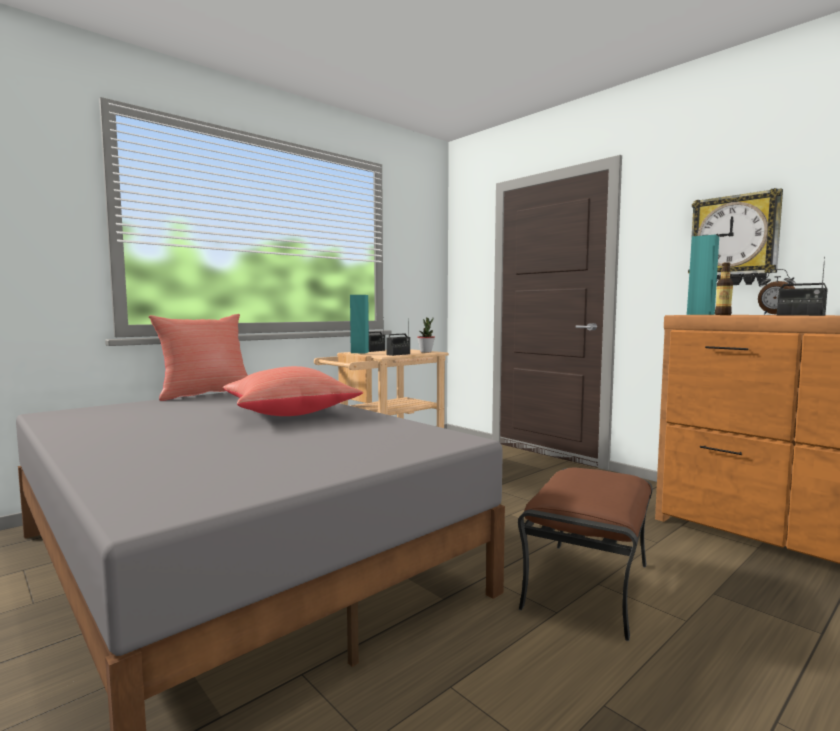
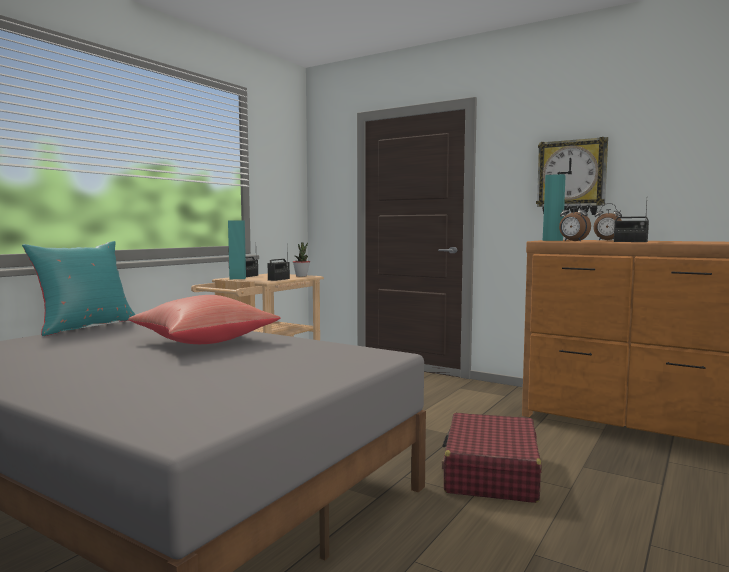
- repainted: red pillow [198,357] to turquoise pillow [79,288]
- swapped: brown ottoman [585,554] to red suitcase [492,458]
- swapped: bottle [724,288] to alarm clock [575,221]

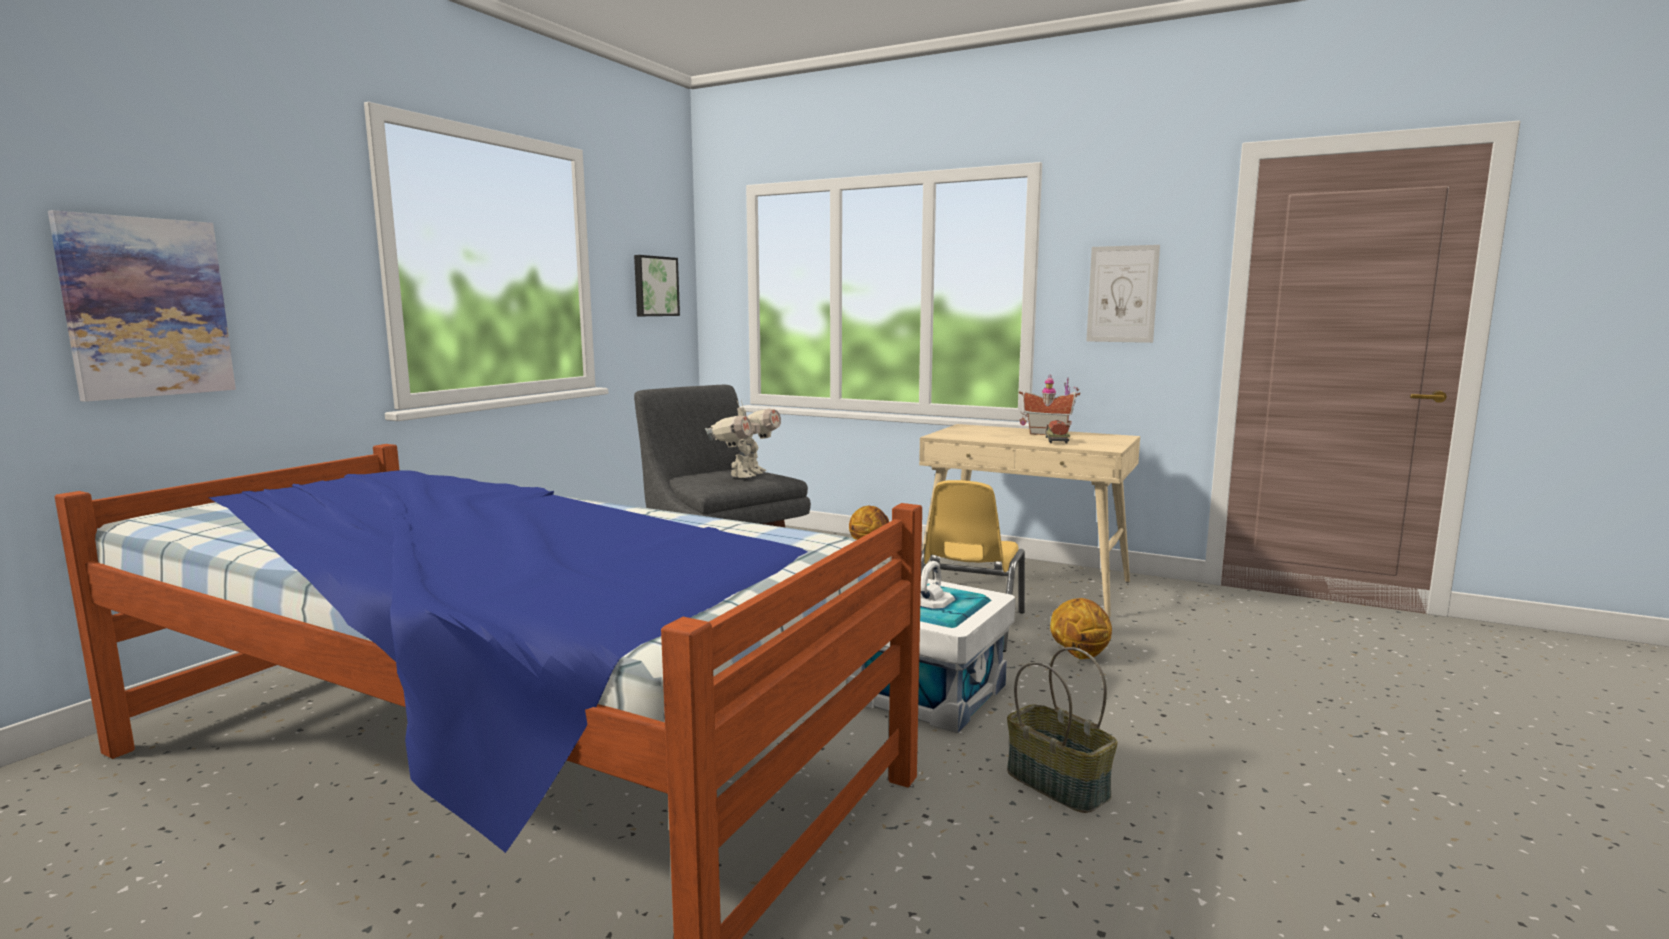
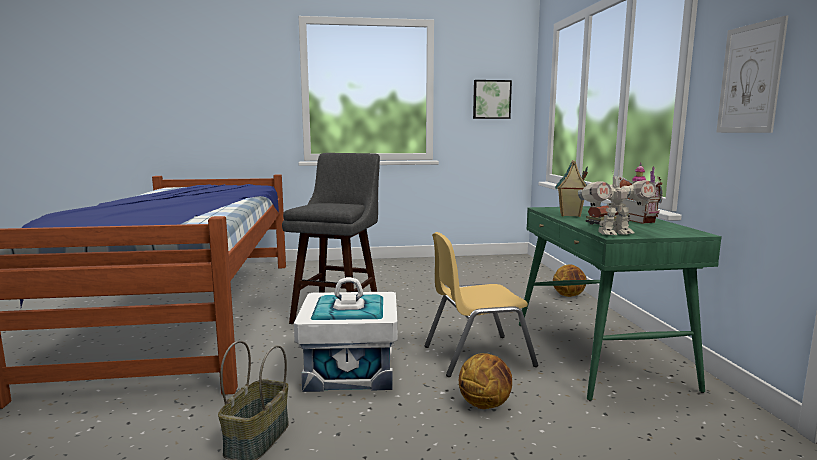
- repainted: beige desk [1029,521] to green desk [620,303]
- new: toy house [571,188]
- shifted: toy robot [743,439] to [617,202]
- gone: picture [142,306]

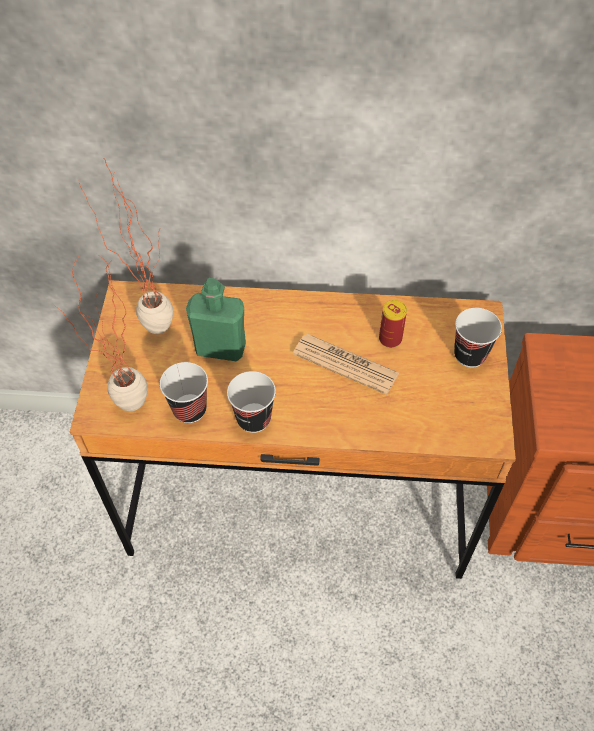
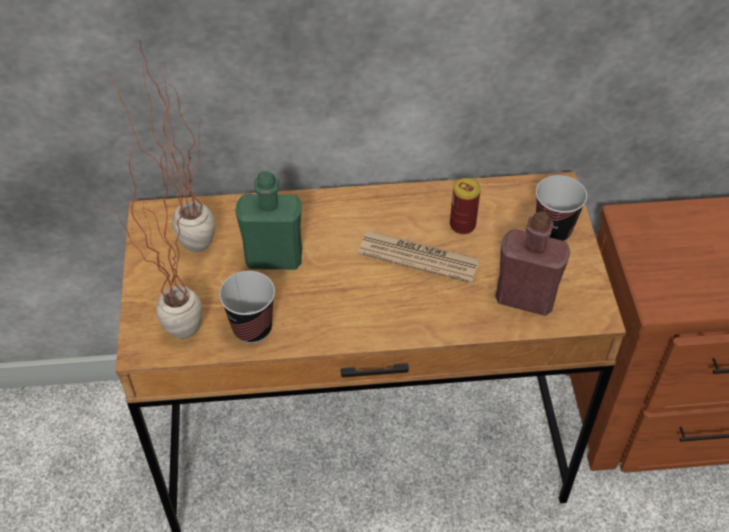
- new: red bottle [533,264]
- gone: cup [251,402]

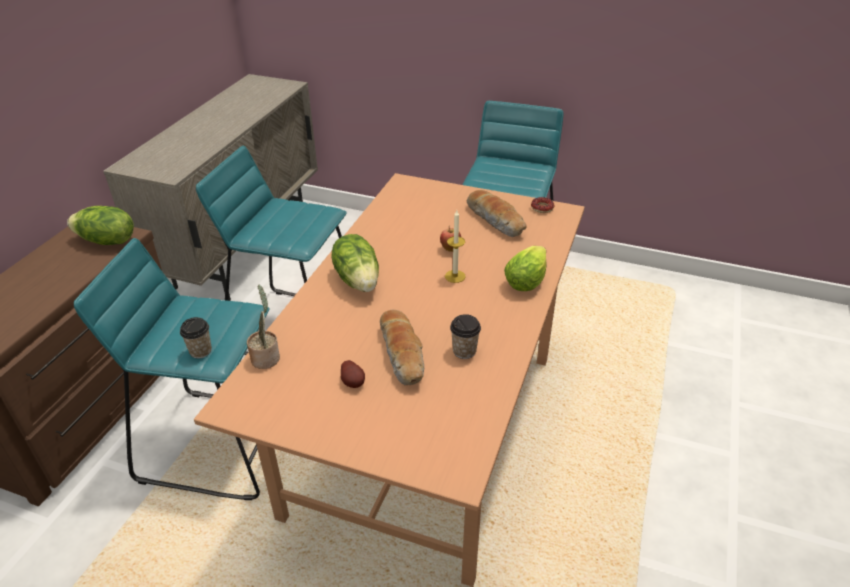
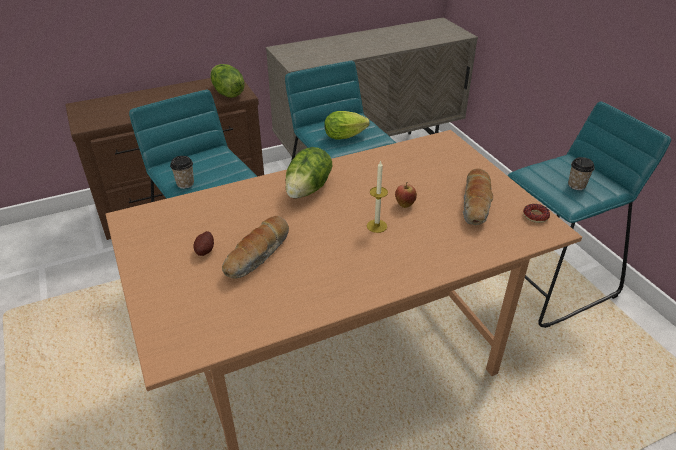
- shifted: lettuce [525,268] to [347,125]
- shifted: cup [465,336] to [581,173]
- gone: potted plant [263,327]

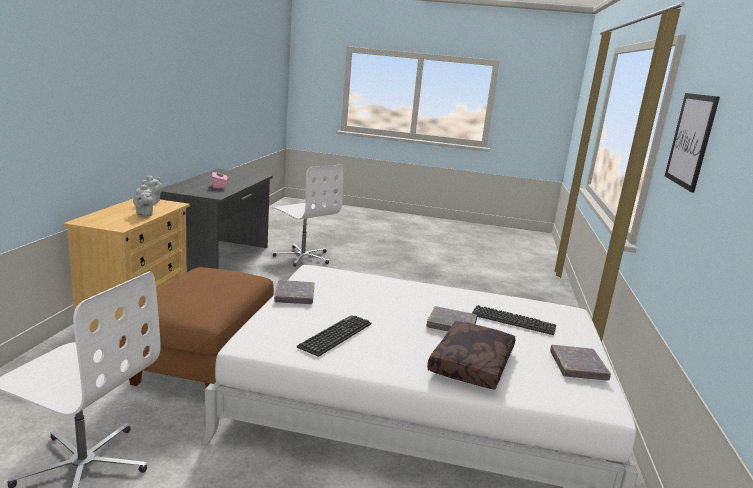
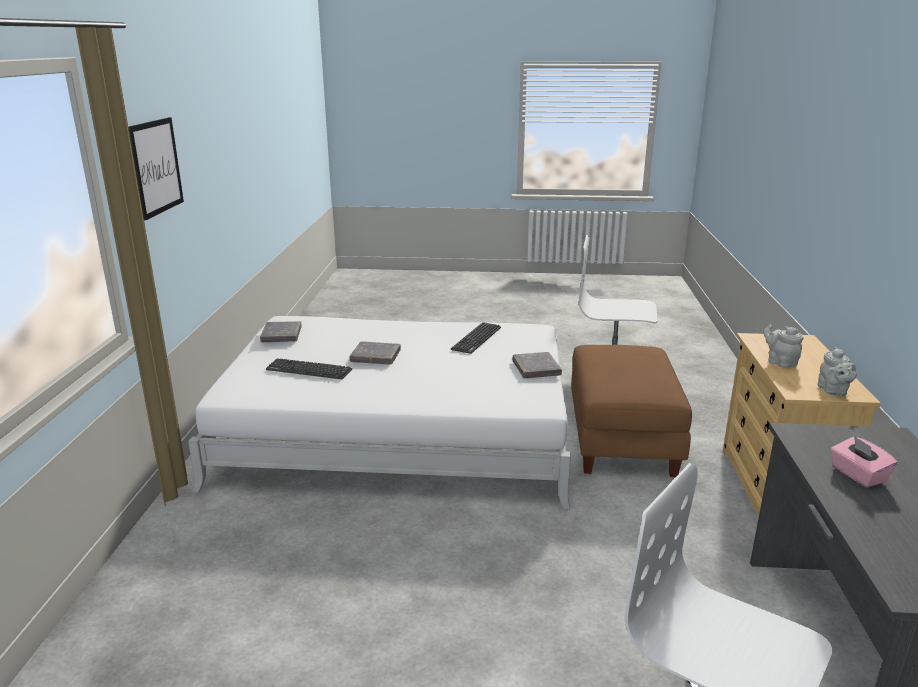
- gone: brown pillow [471,355]

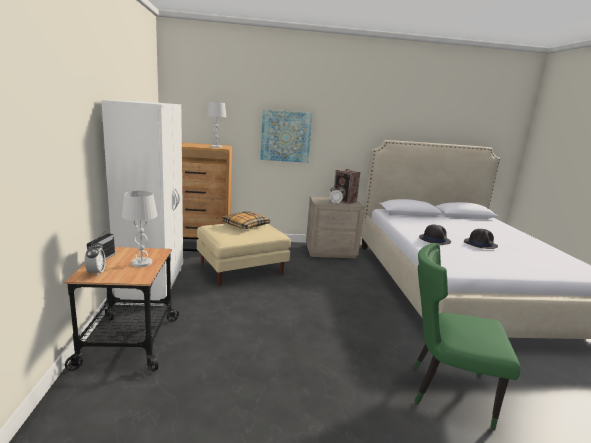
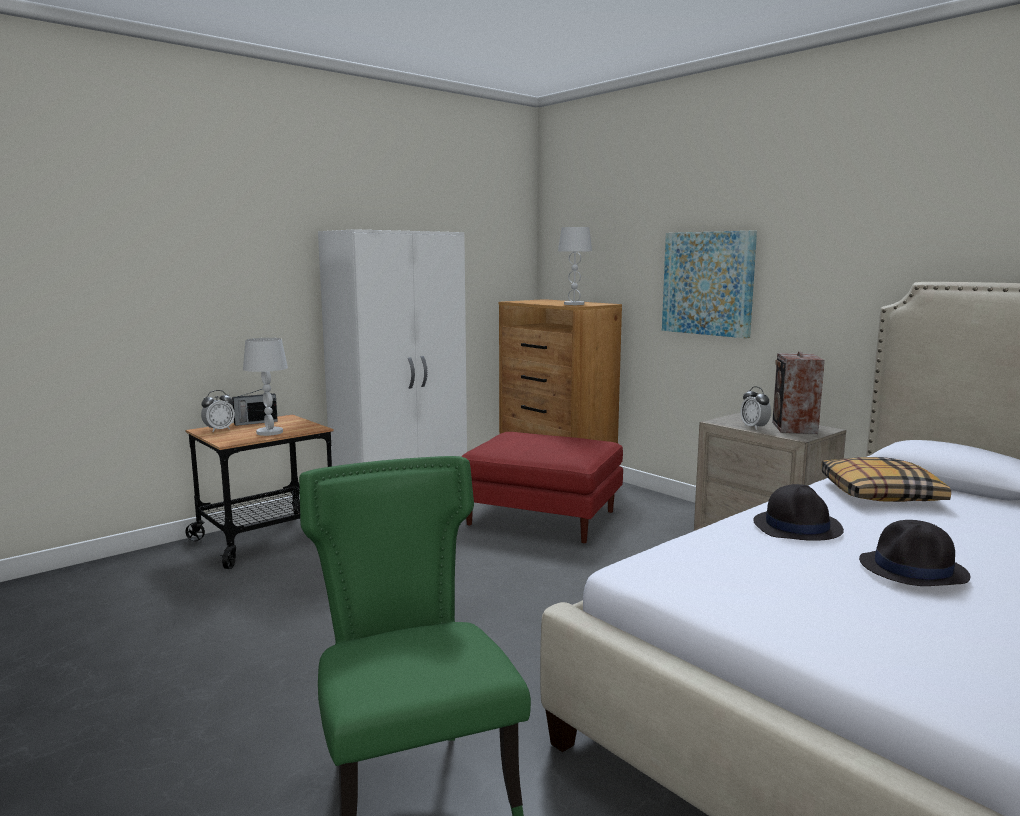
- repainted: beige ottoman [244,254] to red ottoman [542,487]
- shifted: pillow [246,220] to [886,479]

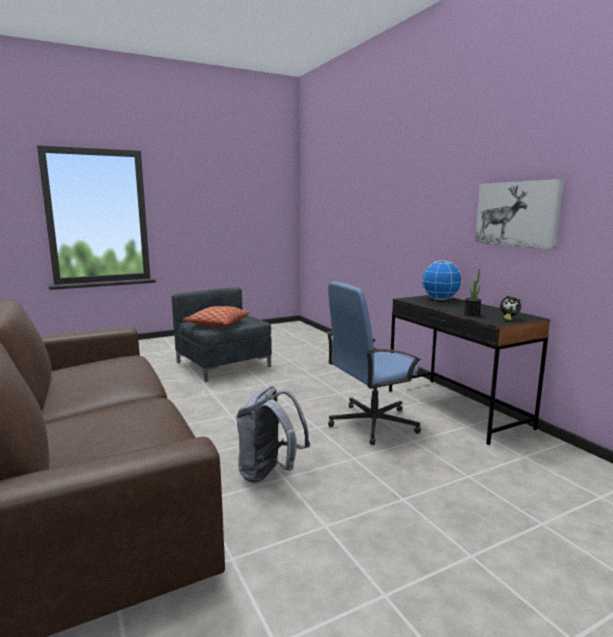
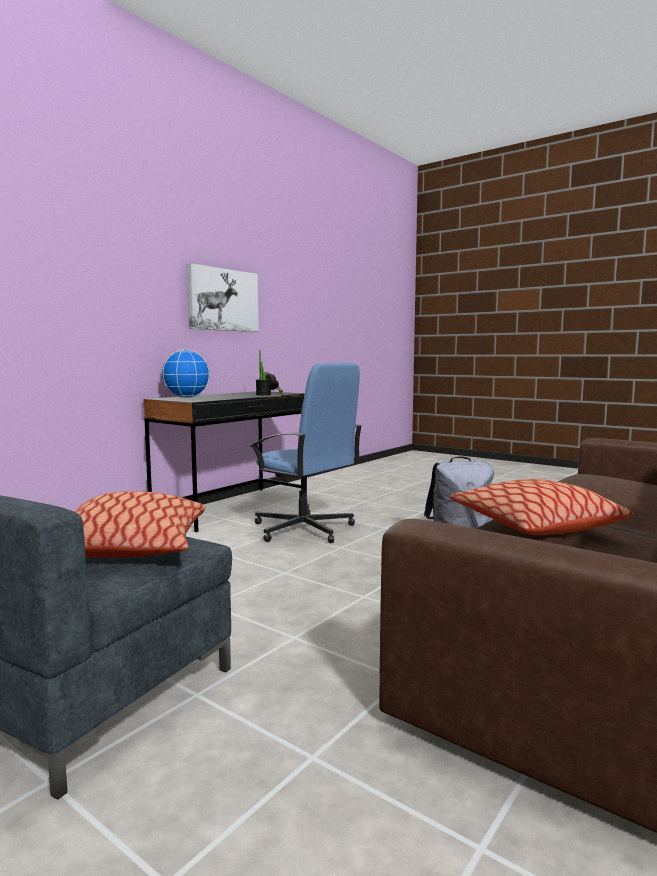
- new: pillow [542,507]

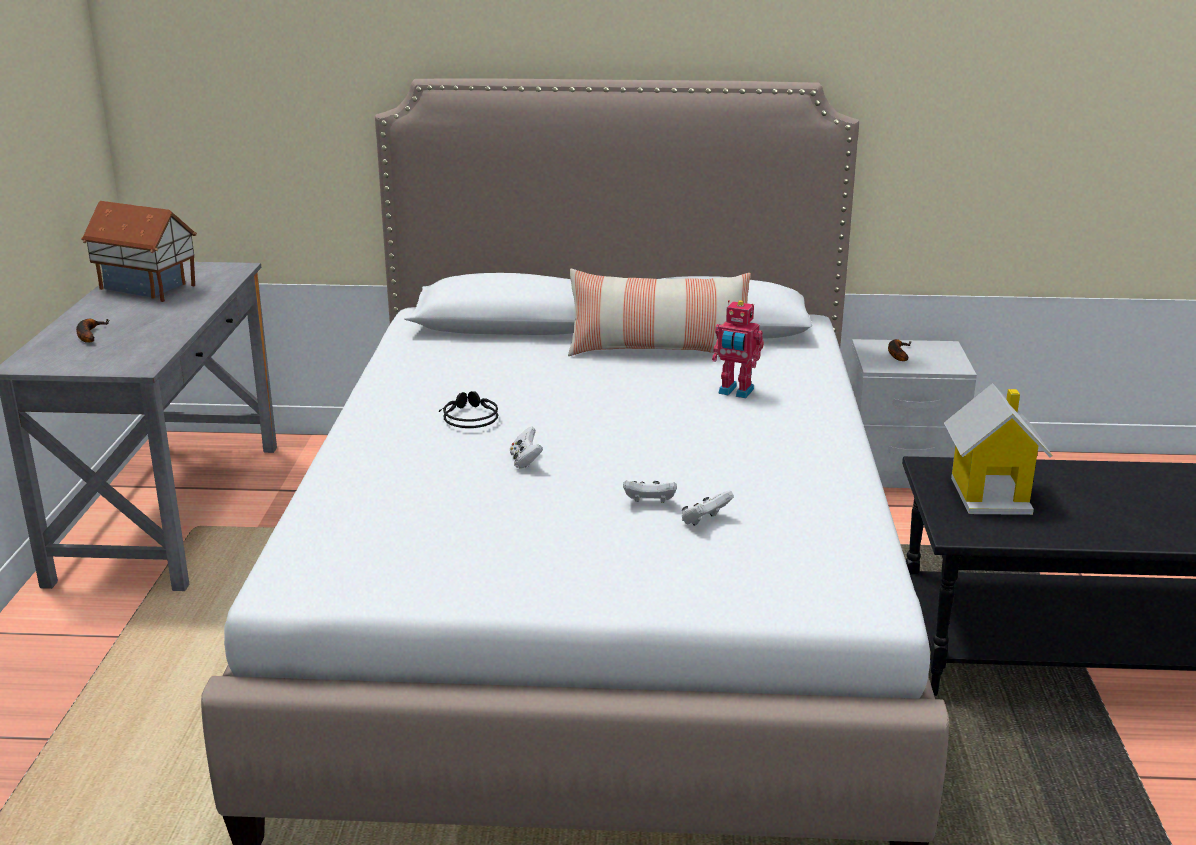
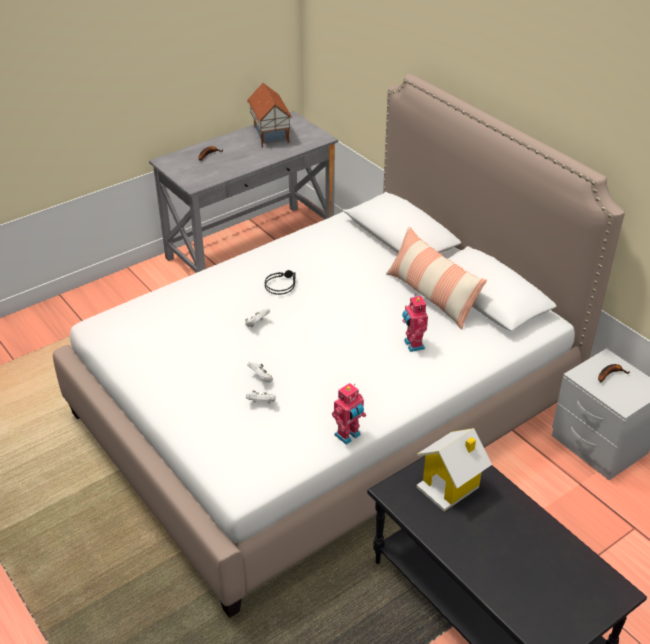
- new: toy robot [349,414]

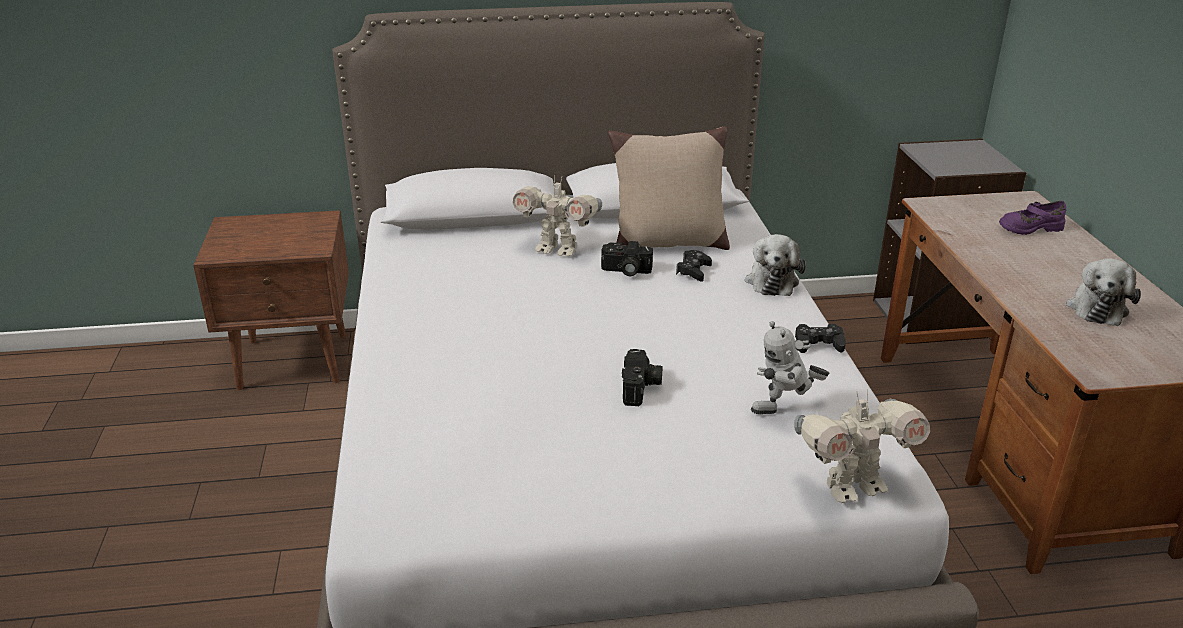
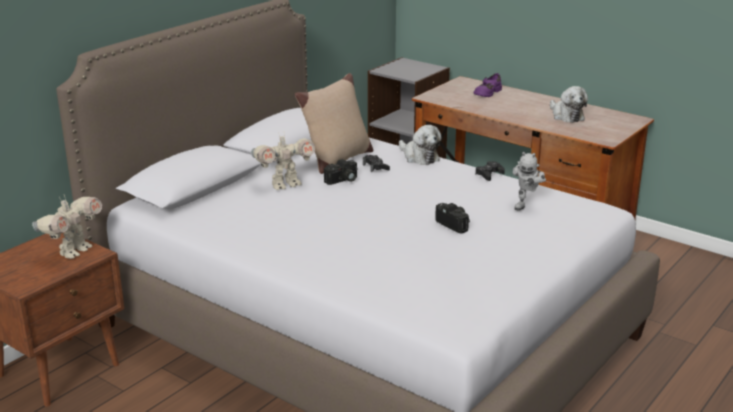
- shifted: toy robot [862,446] to [67,227]

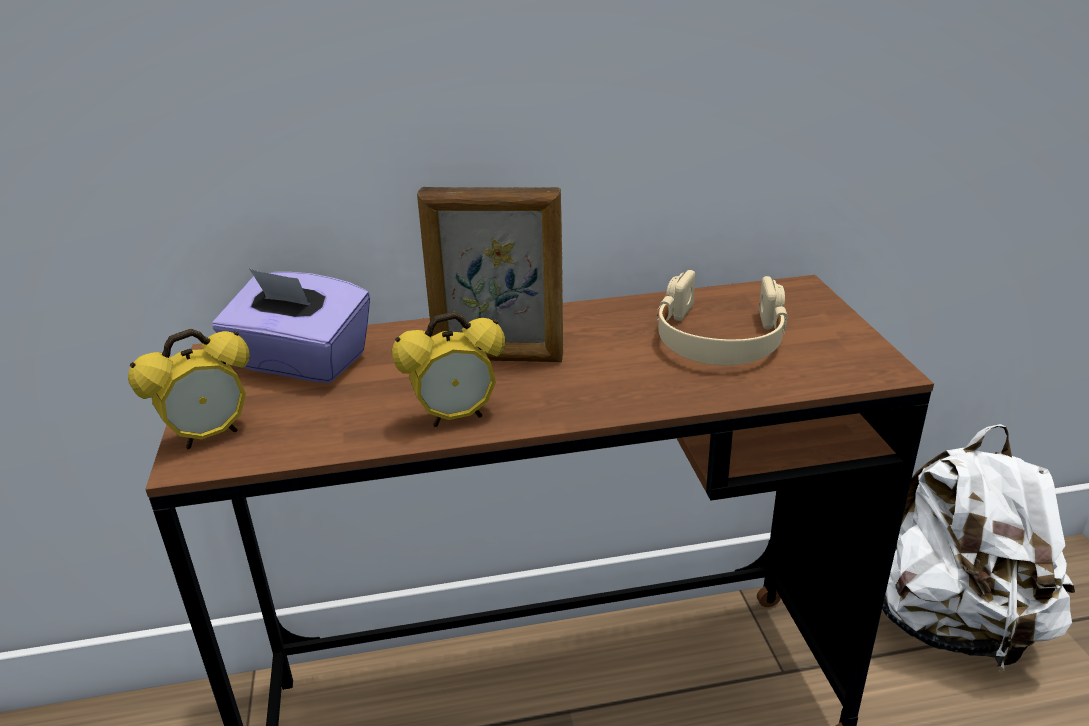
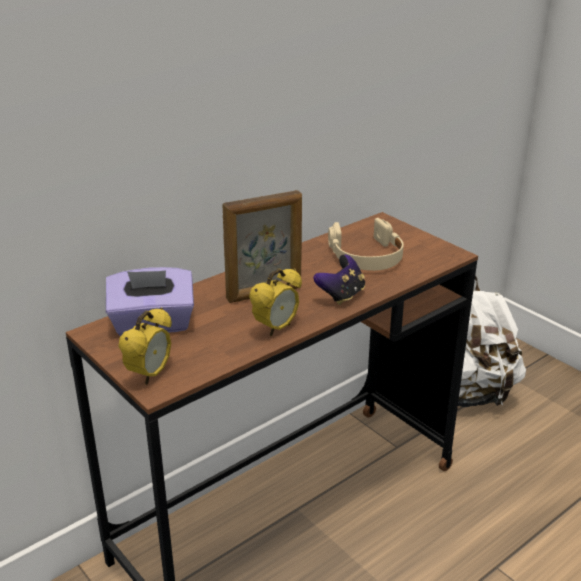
- new: game controller [339,279]

